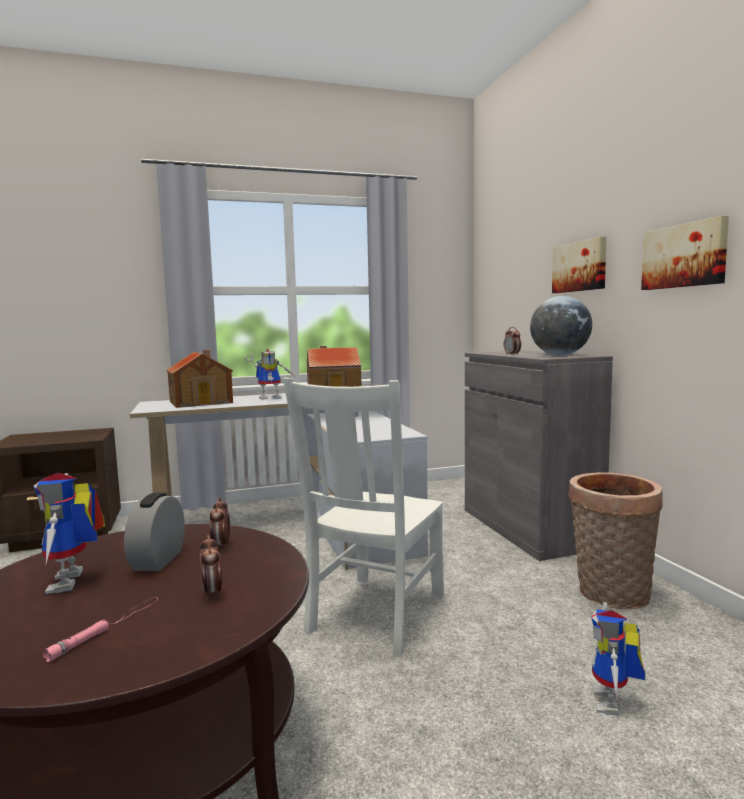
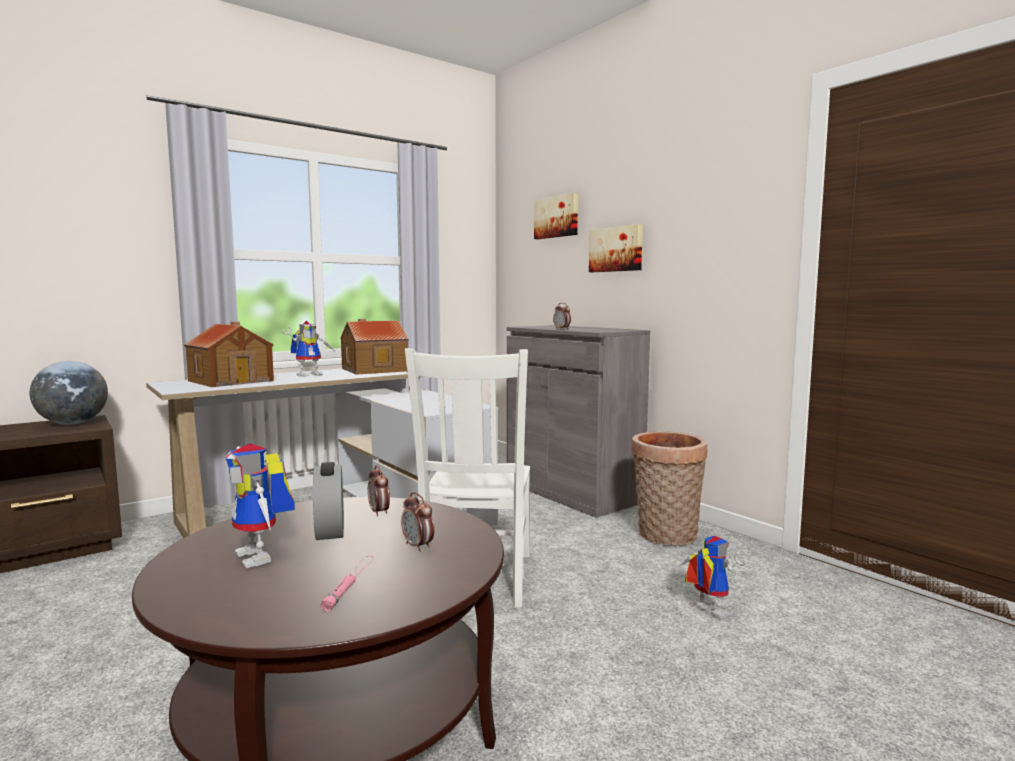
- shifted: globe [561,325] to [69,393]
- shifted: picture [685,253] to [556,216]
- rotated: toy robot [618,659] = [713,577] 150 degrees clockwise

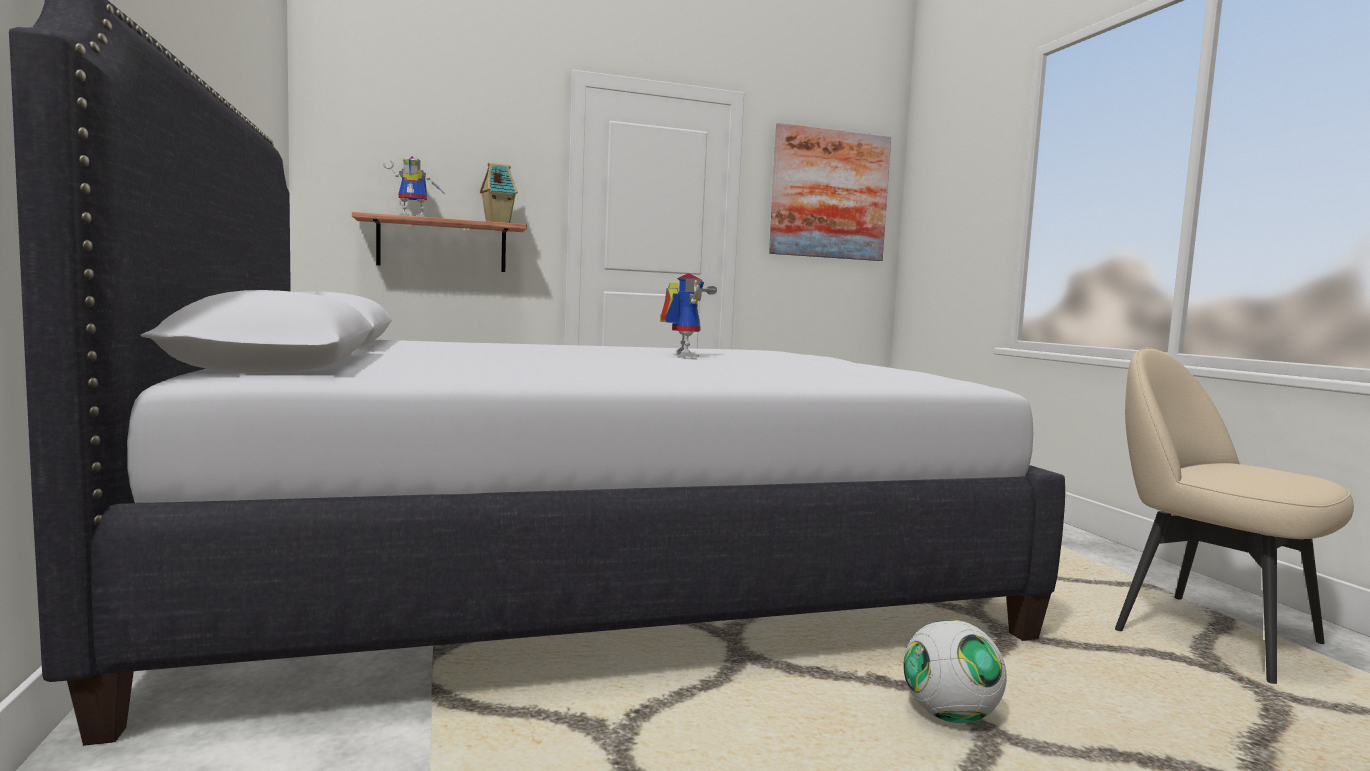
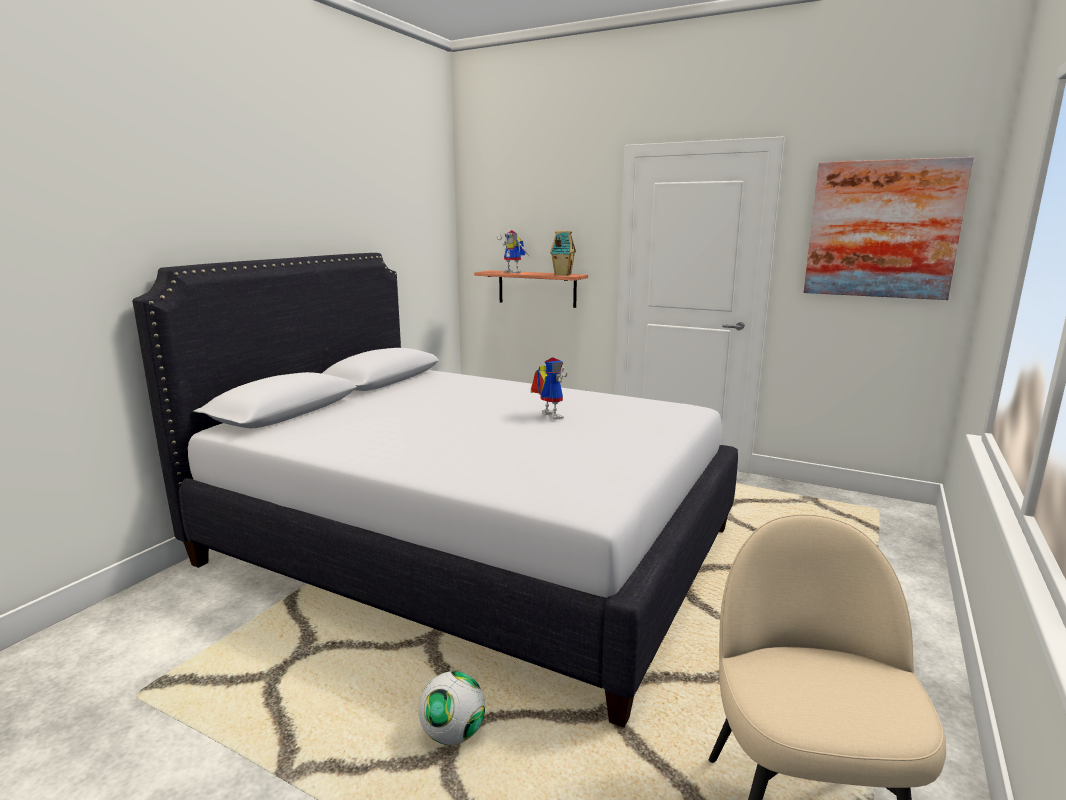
- rotated: toy robot [682,315] = [549,388] 60 degrees counterclockwise

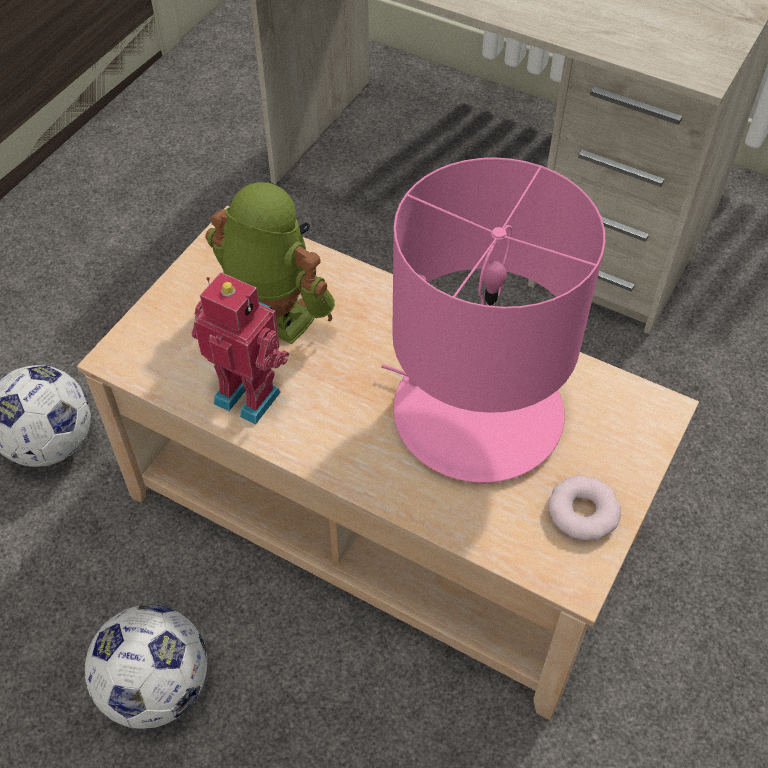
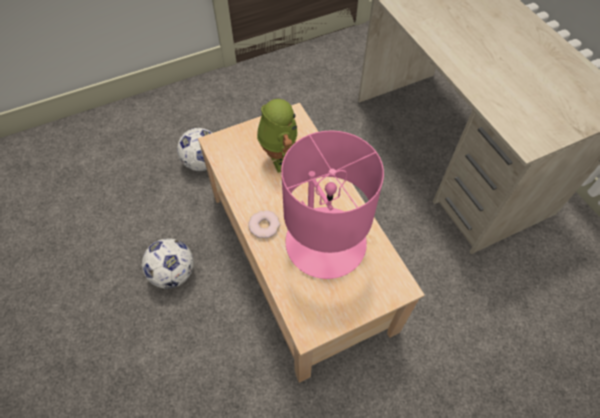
- shifted: donut [584,507] to [264,224]
- gone: toy robot [240,348]

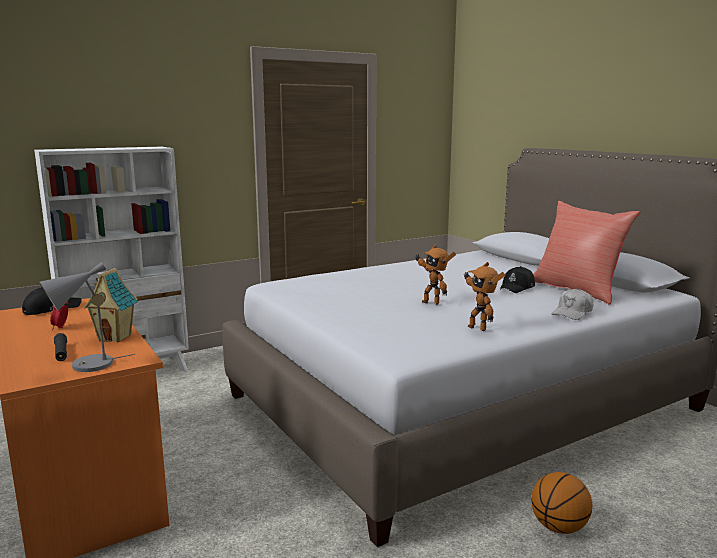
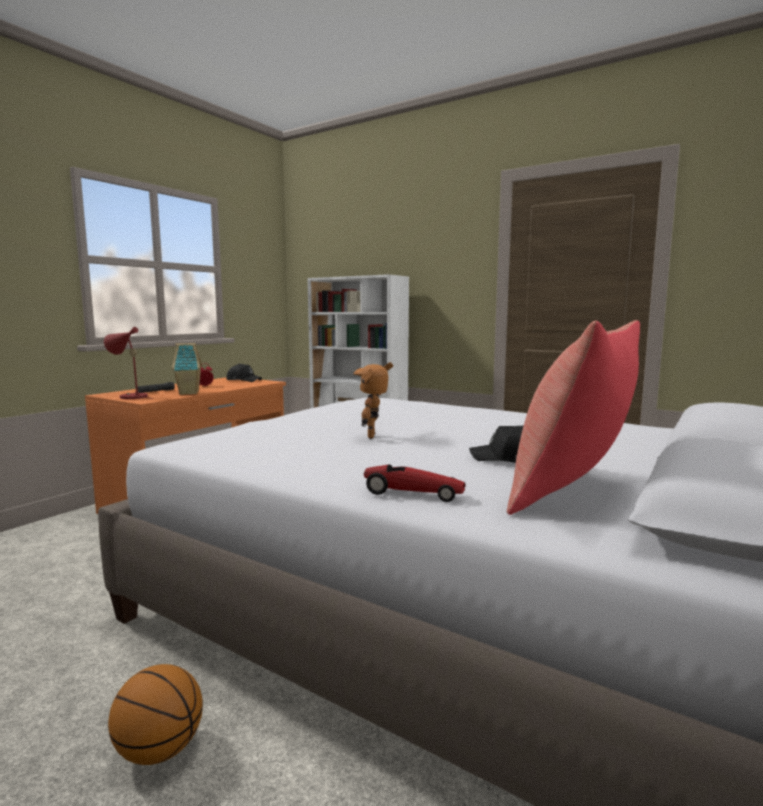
- repainted: grey table lamp [87,317] to red table lamp [128,363]
- swapped: white cap [572,304] to toy car [415,483]
- gone: toy robot [484,296]

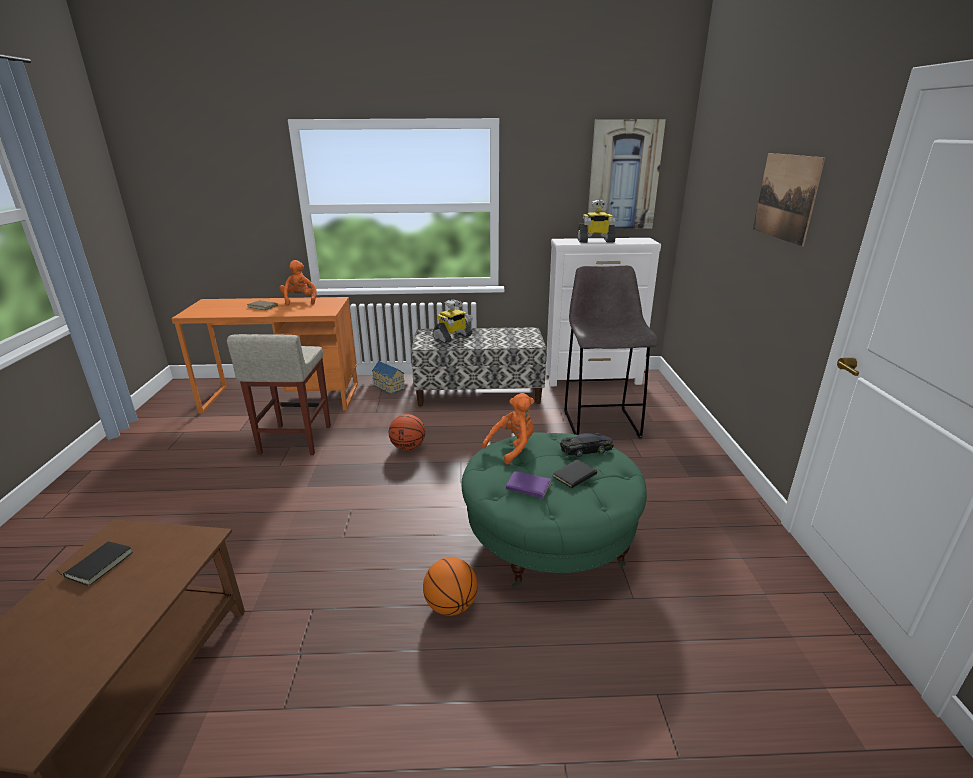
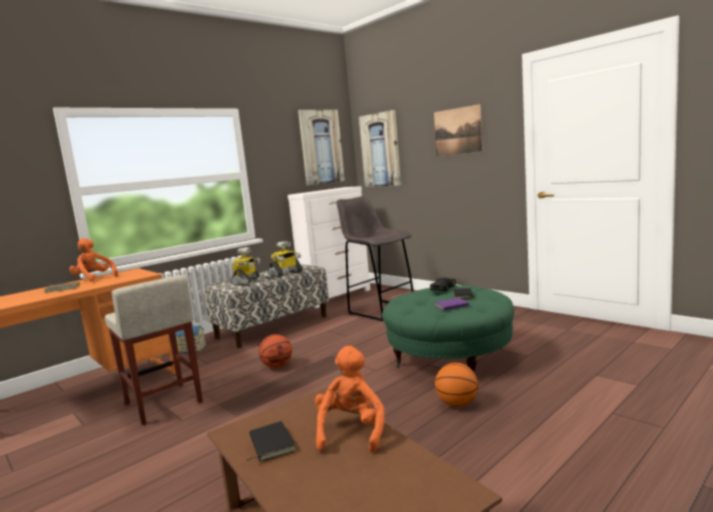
- shifted: toy robot [596,221] to [285,259]
- shifted: orange plush toy [508,428] to [350,399]
- new: picture [380,148]

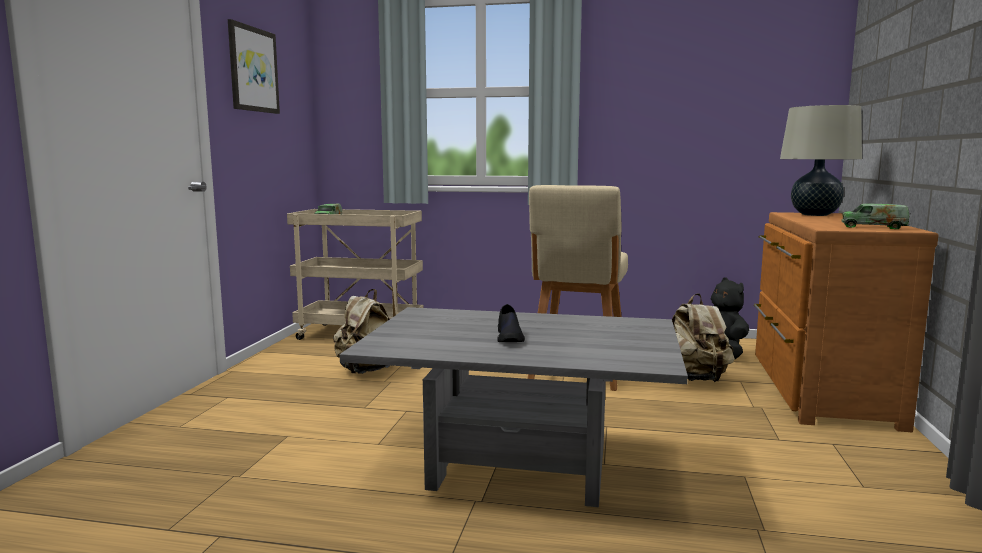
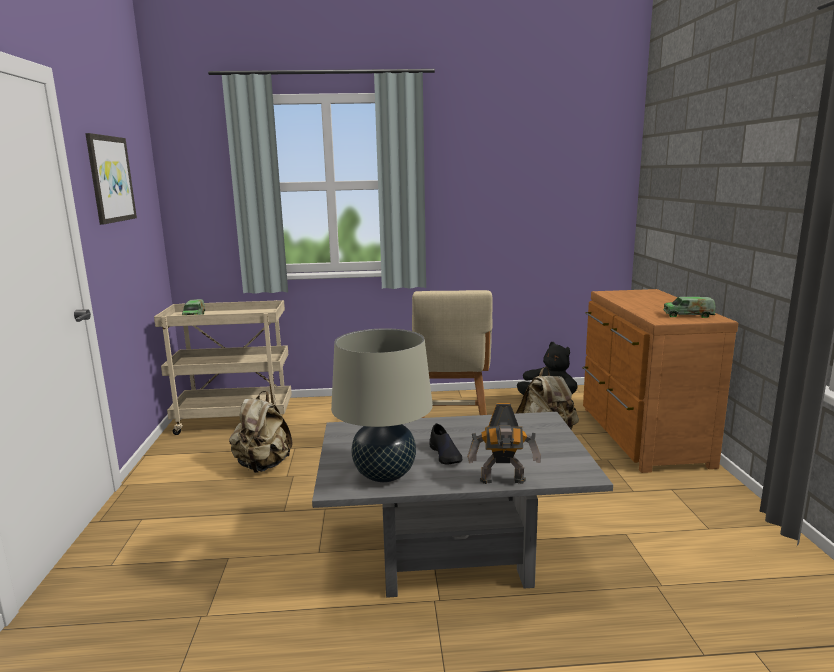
- shifted: beige table lamp [821,160] to [382,405]
- new: toy robot [504,443]

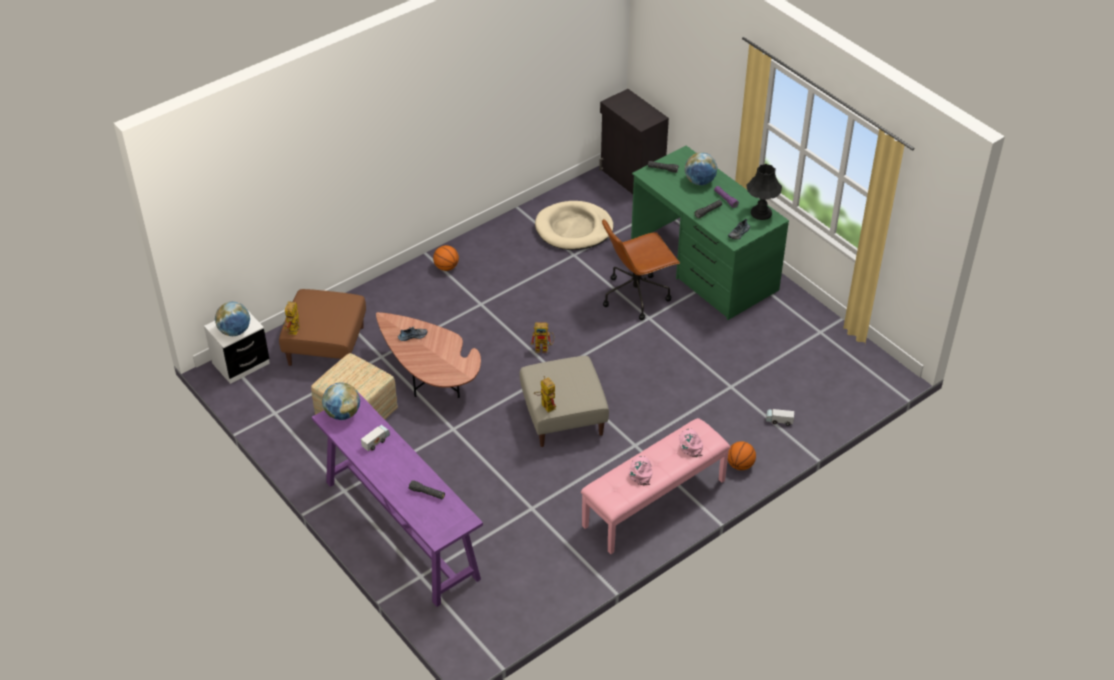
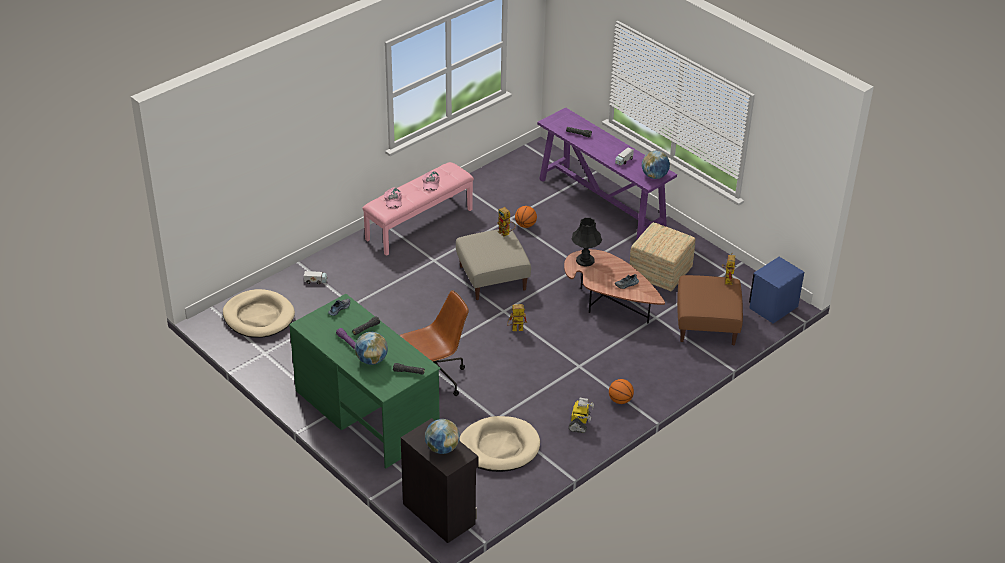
- new: beige dog bed [259,313]
- shifted: globe [232,319] to [442,436]
- shifted: basketball [742,455] to [526,217]
- new: toy robot [581,415]
- shifted: black table lamp [764,192] to [587,242]
- repainted: white nightstand [237,347] to blue nightstand [776,290]

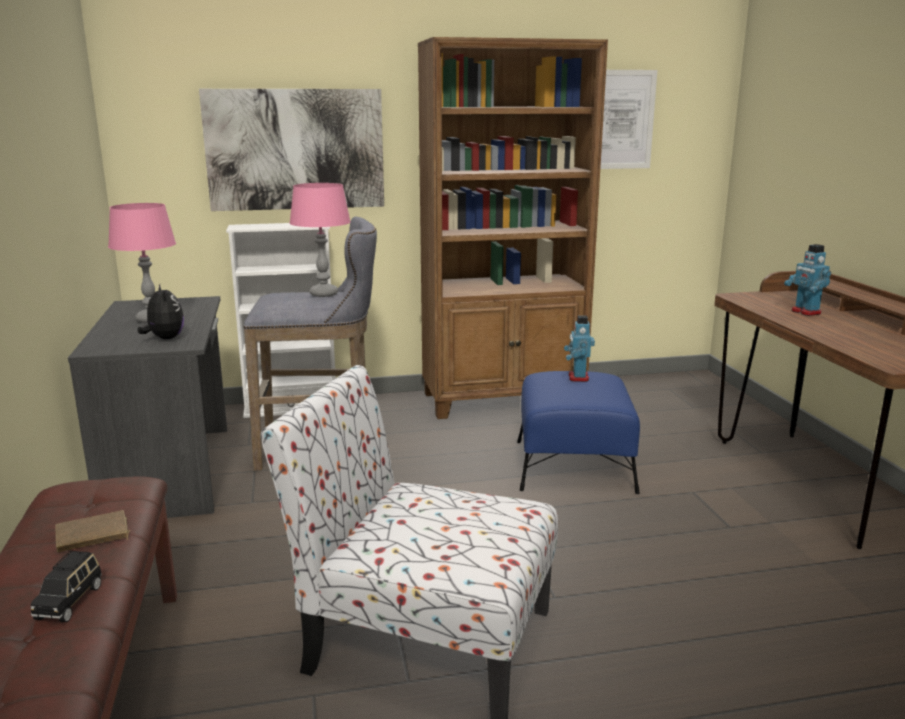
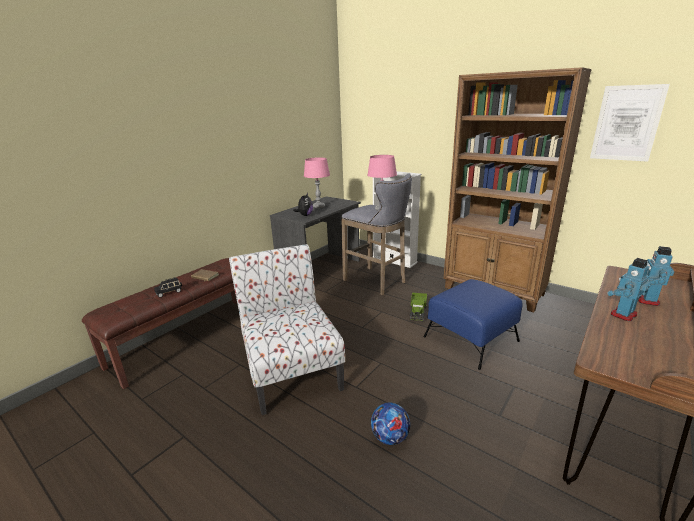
- new: football [390,423]
- new: toy truck [418,307]
- shifted: toy robot [579,348] to [629,289]
- gone: picture [291,150]

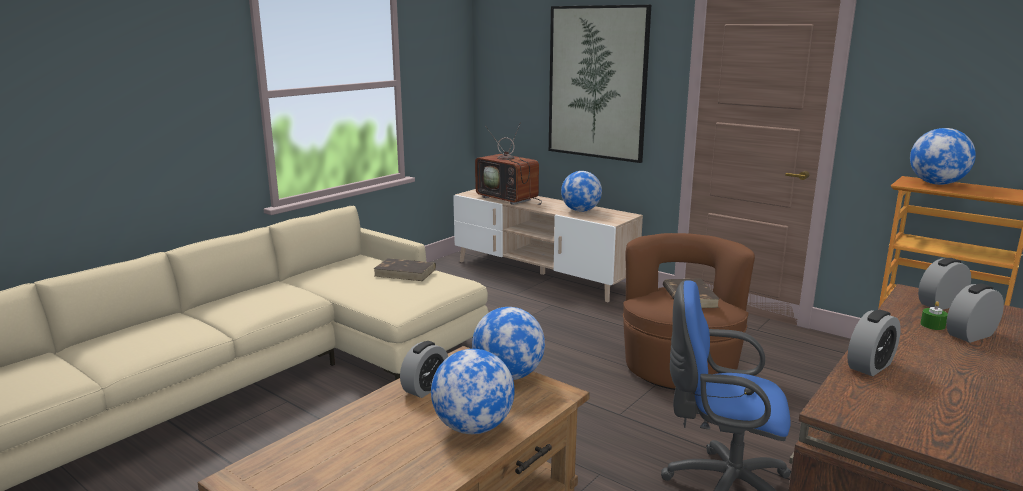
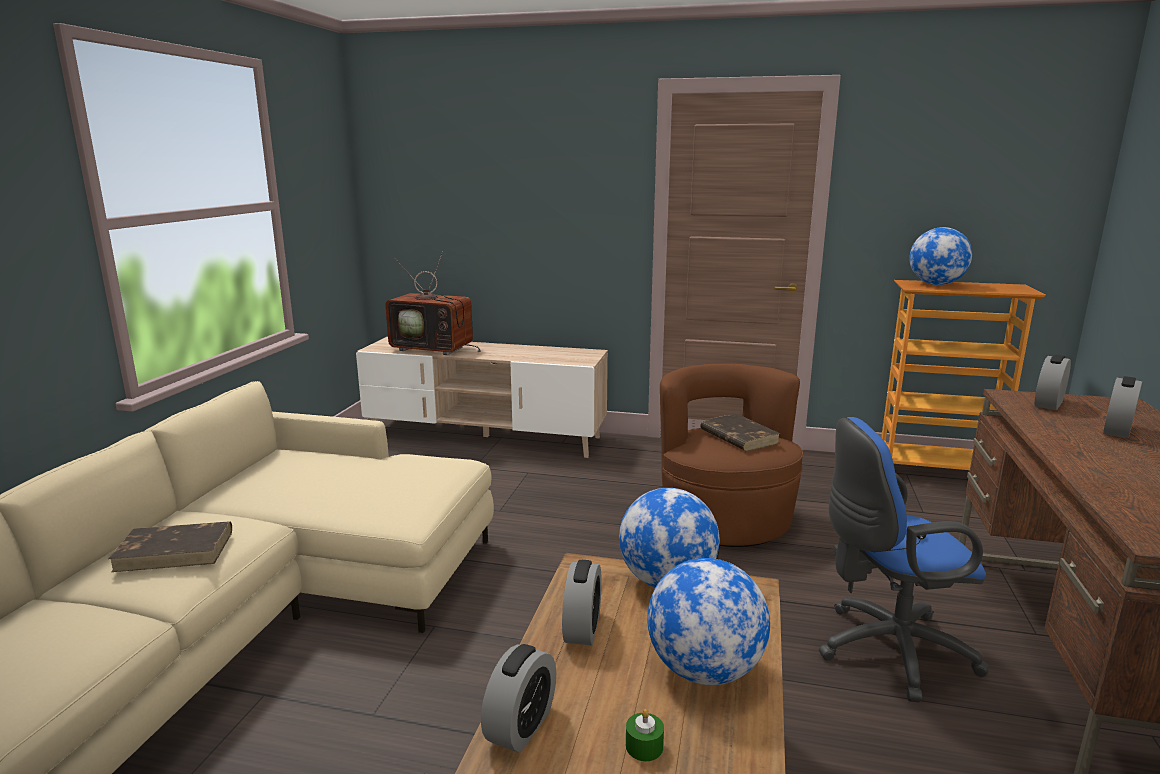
- shifted: brown book [404,269] to [170,546]
- shifted: alarm clock [874,343] to [518,698]
- shifted: green candle [934,315] to [645,735]
- gone: picture [600,84]
- gone: globe [581,191]

